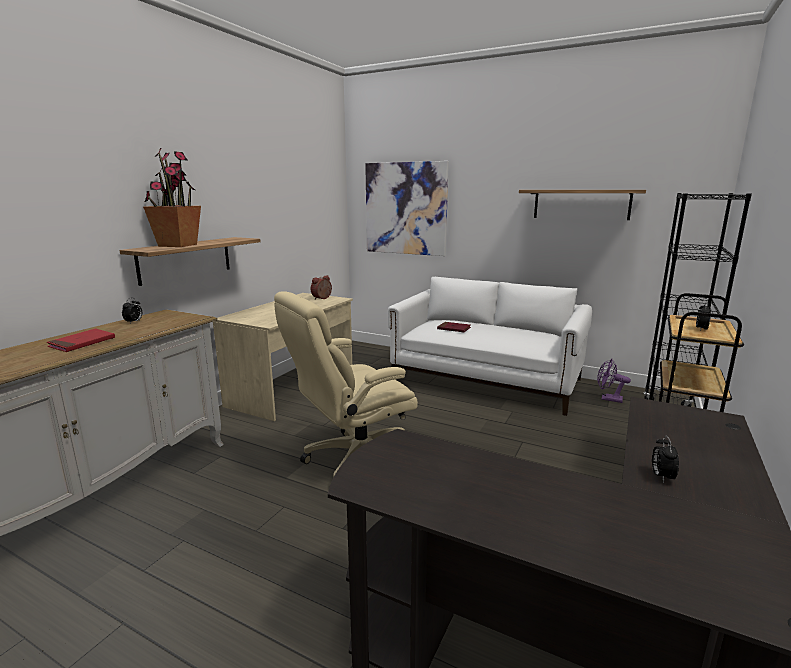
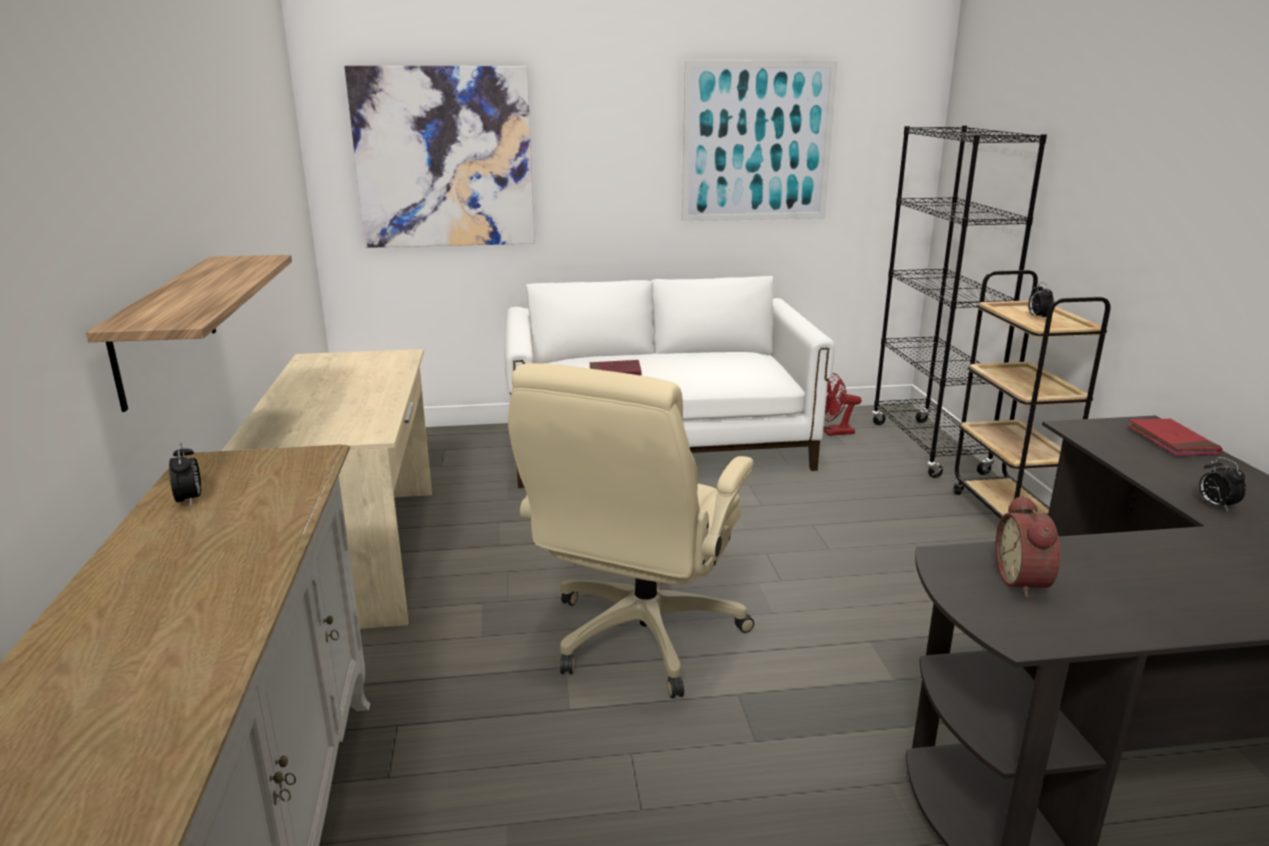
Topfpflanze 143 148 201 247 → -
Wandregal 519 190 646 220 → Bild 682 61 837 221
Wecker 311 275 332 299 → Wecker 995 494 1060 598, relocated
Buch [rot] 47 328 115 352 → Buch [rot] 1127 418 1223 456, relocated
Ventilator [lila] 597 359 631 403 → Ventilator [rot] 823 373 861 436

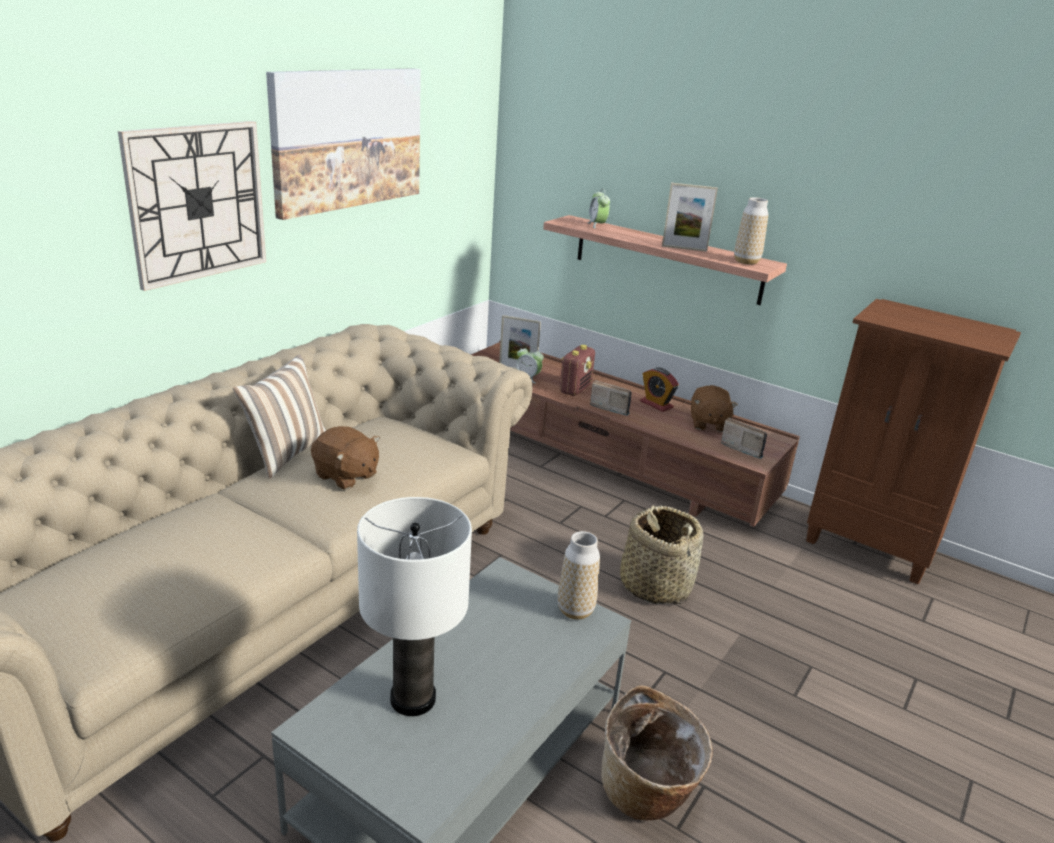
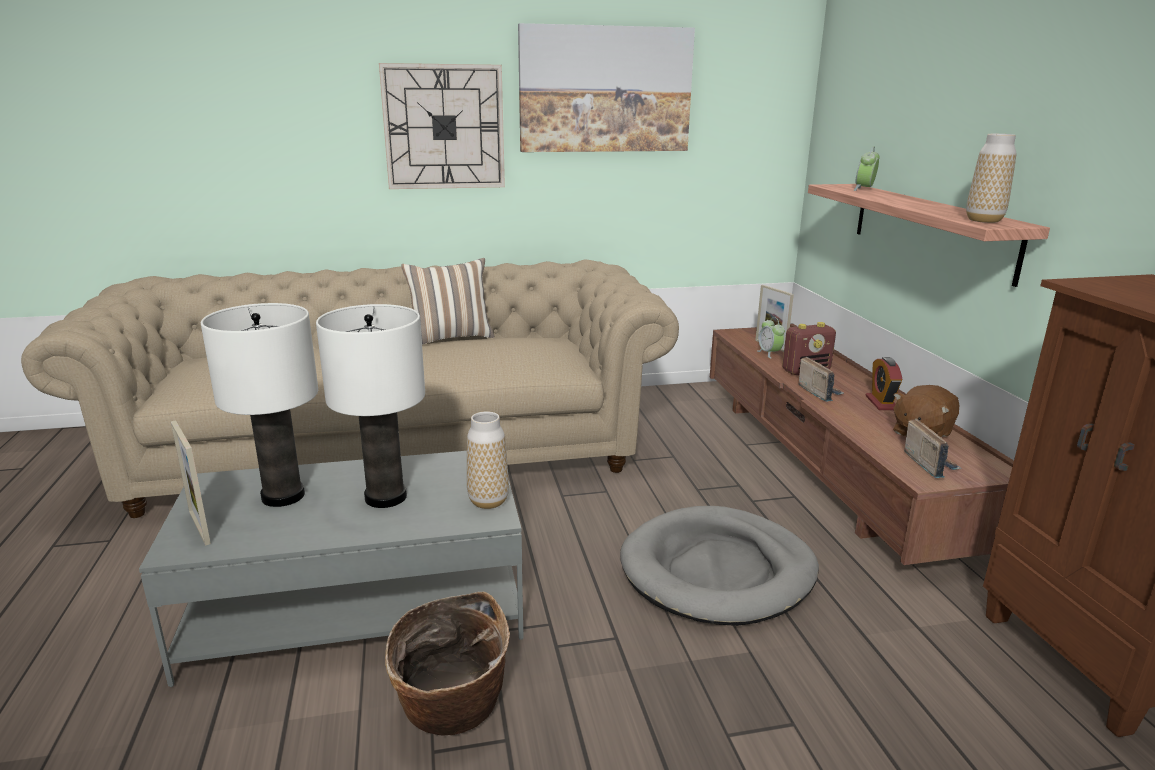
Bilderrahmen 662 183 718 252 → Bilderrahmen 170 420 211 546, relocated
Plüschtier [braun] 311 426 380 490 → -
Korb 620 505 703 604 → Hundebett [grau] 620 506 819 626
- → Tischlampe [weiß] 316 304 425 508

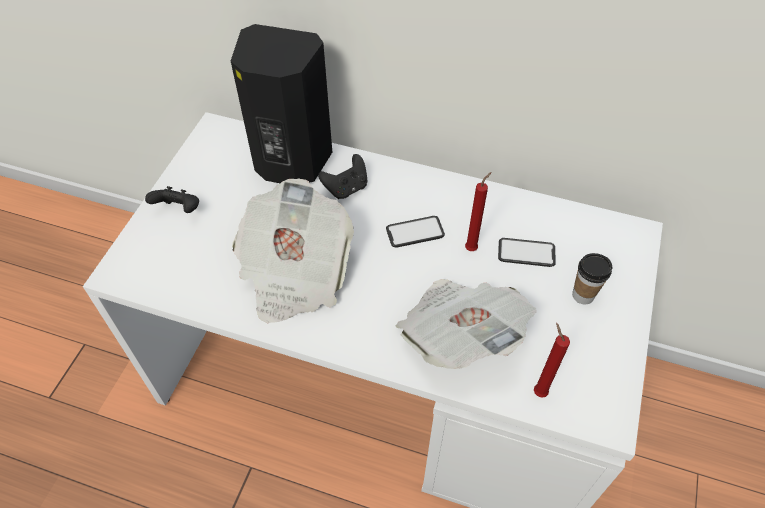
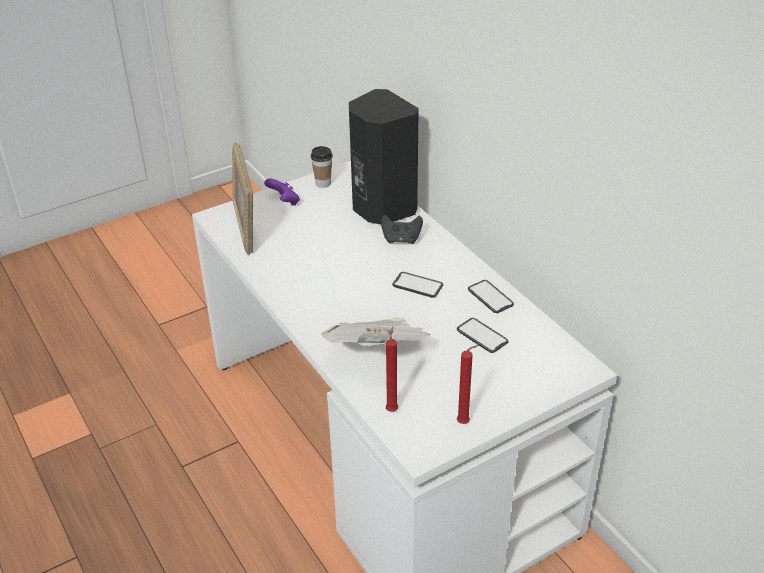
Kerze [rot] 465 172 492 251 → Kerze [rot] 457 345 479 424, relocated
Zeitung 232 178 354 323 → -
Gamepad [schwarz] 145 186 199 213 → Gamepad [lila] 264 179 300 206
Tasse 572 253 613 304 → Tasse 311 146 333 188, relocated
- → Bilderrahmen 232 143 253 255
- → Handy 468 280 514 313

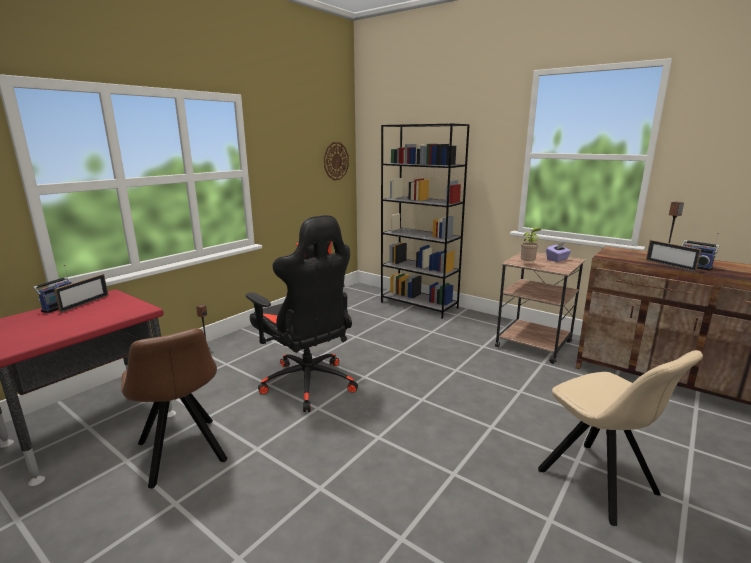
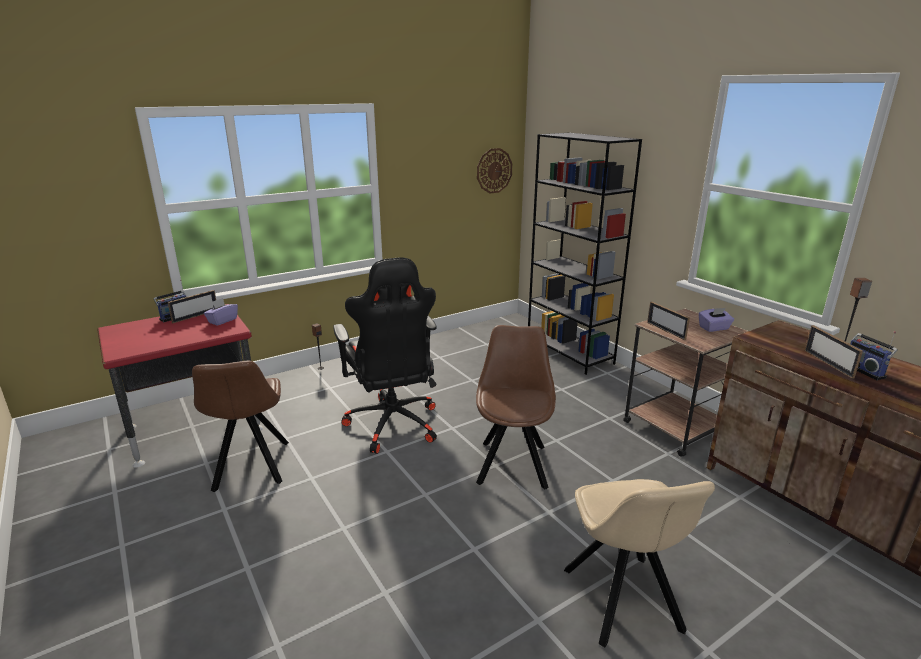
Topfpflanze 521 227 541 263 → Bilderrahmen 647 301 690 340
- → Taschentuchbox [lila] 204 298 238 326
- → Stuhl [braun] 476 325 556 490

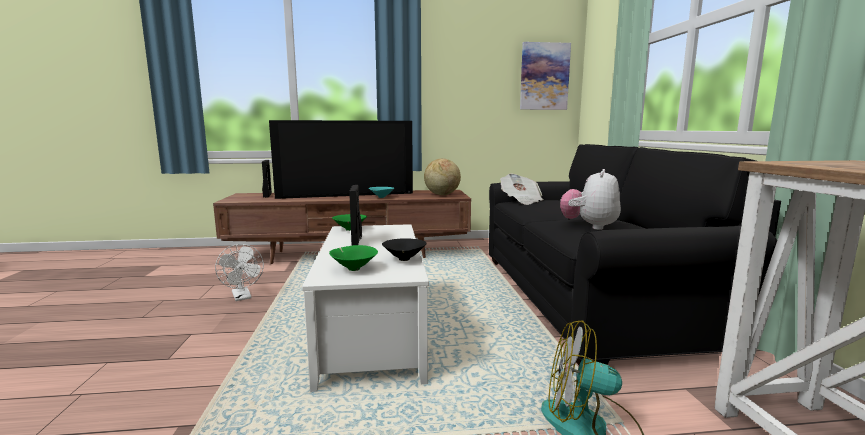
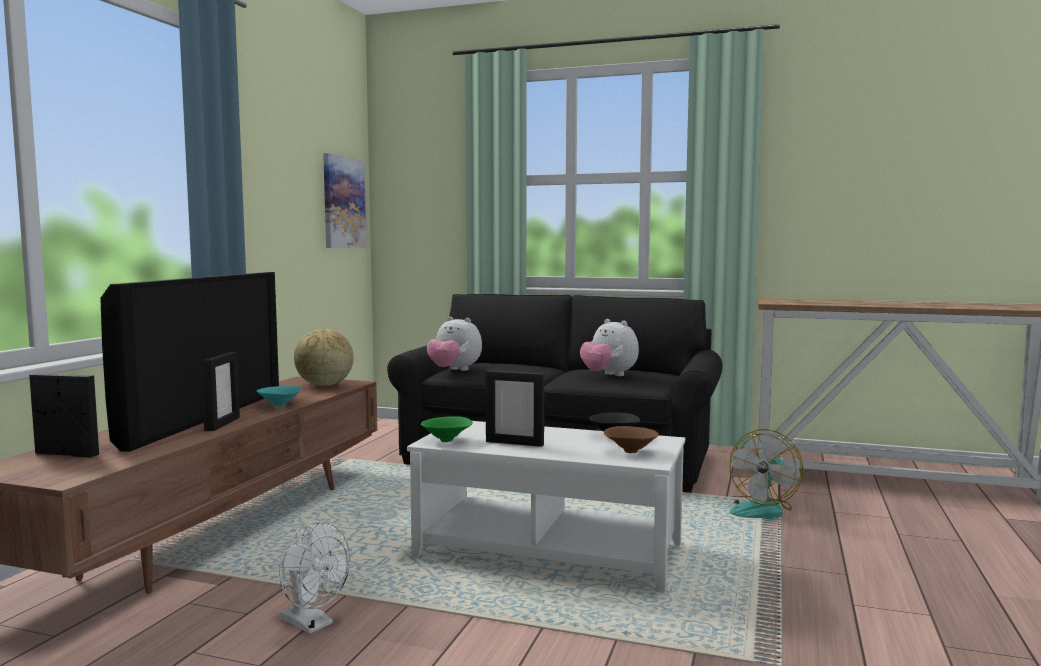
Zeitung 500 174 543 205 → Plüschtier 427 317 482 371
Ventilator [weiß] 215 244 264 301 → Ventilator [weiß] 279 521 350 634, 45 degrees clockwise
Schüssel [grün] 329 245 378 271 → Schüssel [braun] 604 426 659 453
- → Bilderrahmen 203 352 240 431

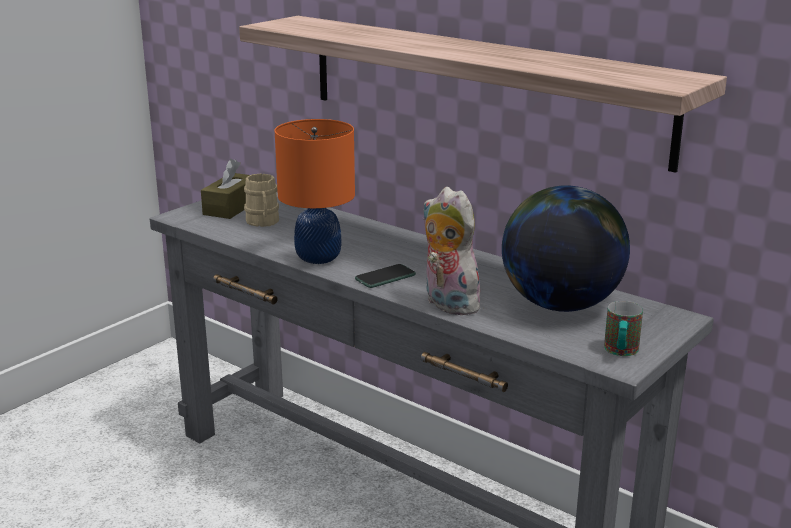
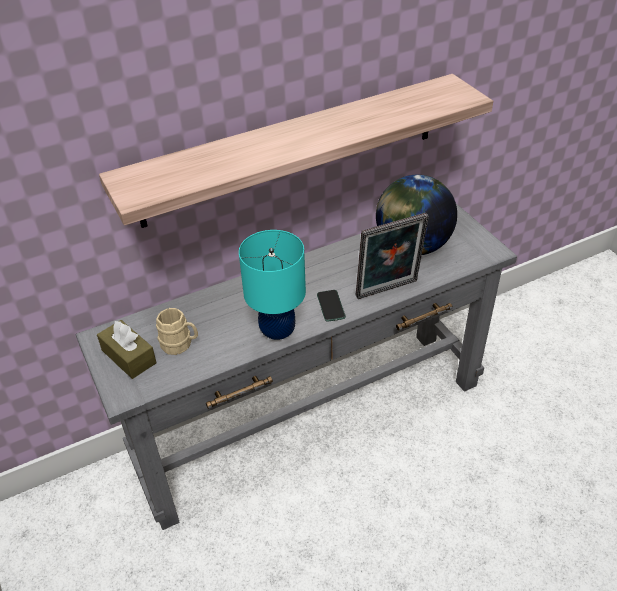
Tischlampe [orange] 275 119 355 264 → Tischlampe [türkis] 239 230 306 340
Plüschtier 423 187 482 315 → Bilderrahmen 356 213 429 299
Henkelbecher 604 301 643 356 → -

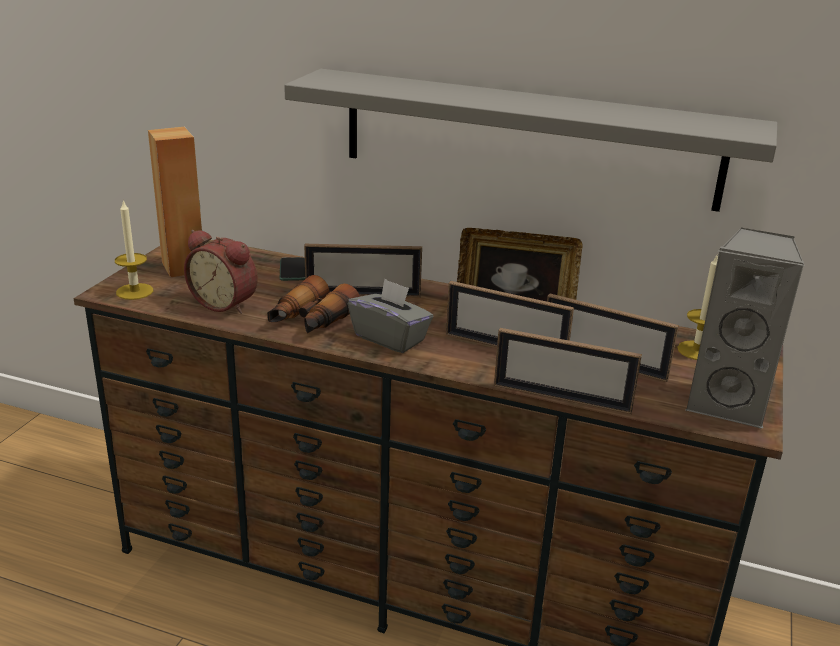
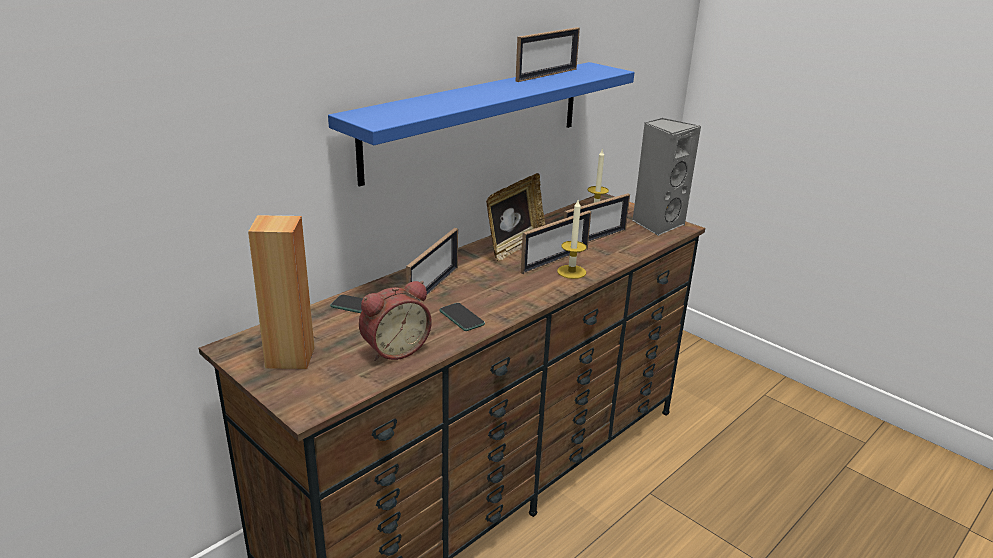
Wandregal [grau] 284 69 777 212 → Wandregal [blau] 328 62 634 187
Kerze 115 200 153 300 → Kerze 557 200 587 279, relocated
Fernglas 267 275 360 334 → Handy 439 303 485 331
Taschentuchbox [grau] 348 279 433 353 → -
Bilderrahmen 494 328 642 414 → Bilderrahmen 515 27 580 82, relocated

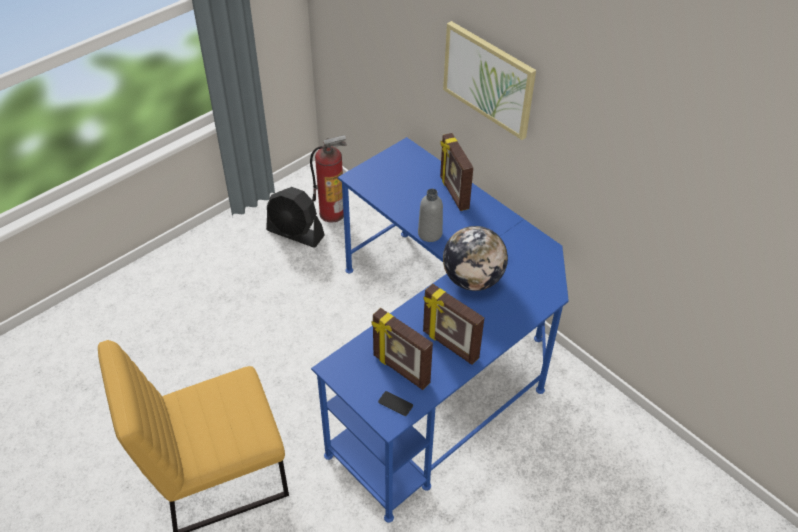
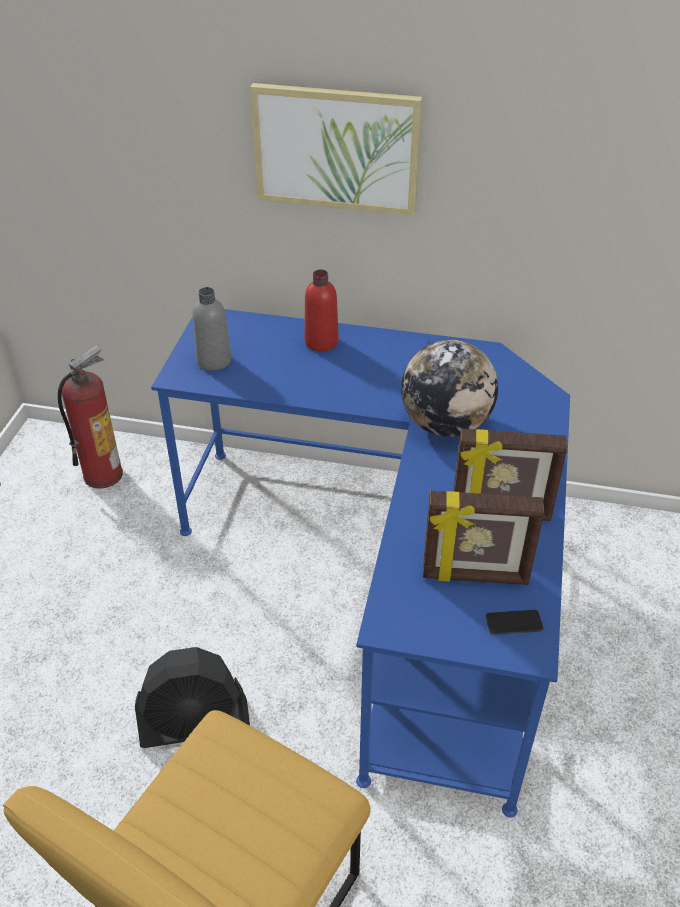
Bilderrahmen 440 133 473 211 → Flasche [rot] 304 269 339 351
Ventilator [schwarz] 266 187 325 248 → Ventilator [schwarz] 135 647 250 748, relocated
Flasche [grau] 418 189 443 242 → Flasche [grau] 192 287 232 370, relocated

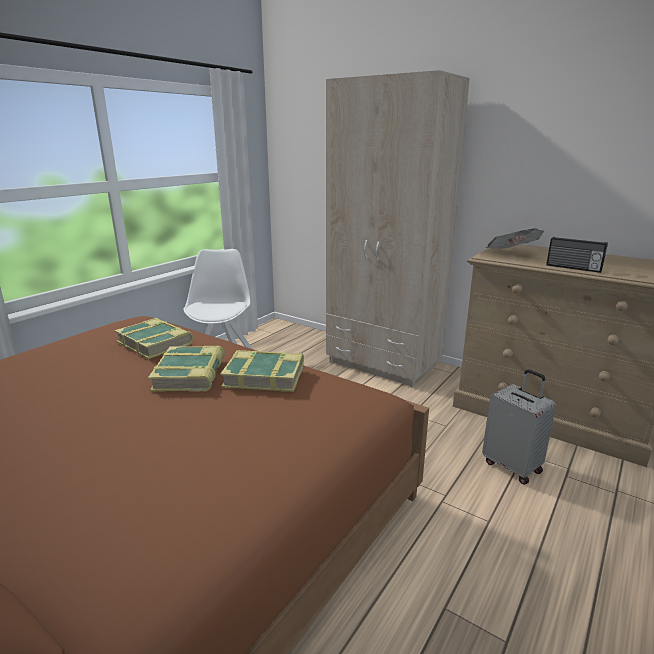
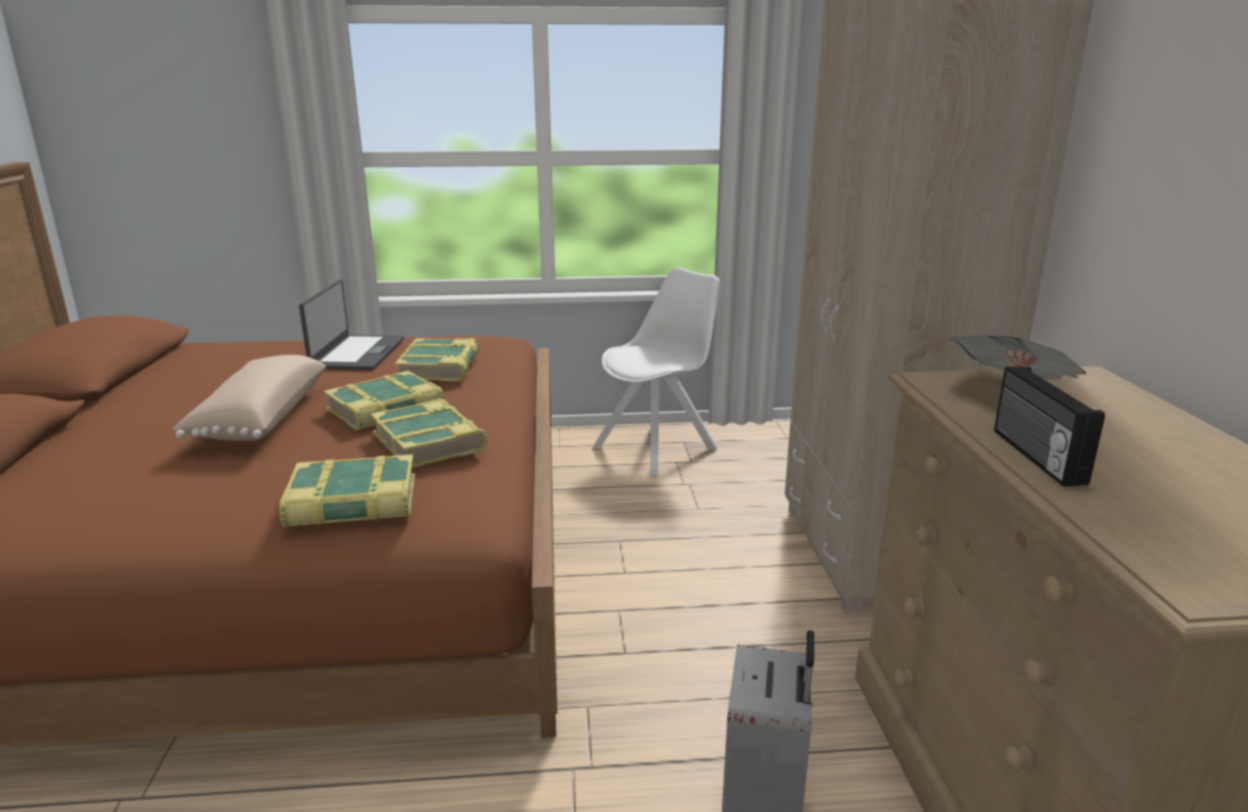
- → Laptop 299 280 404 370
- → Kissen [beige] 172 355 326 441
- → Buch 279 454 415 527

